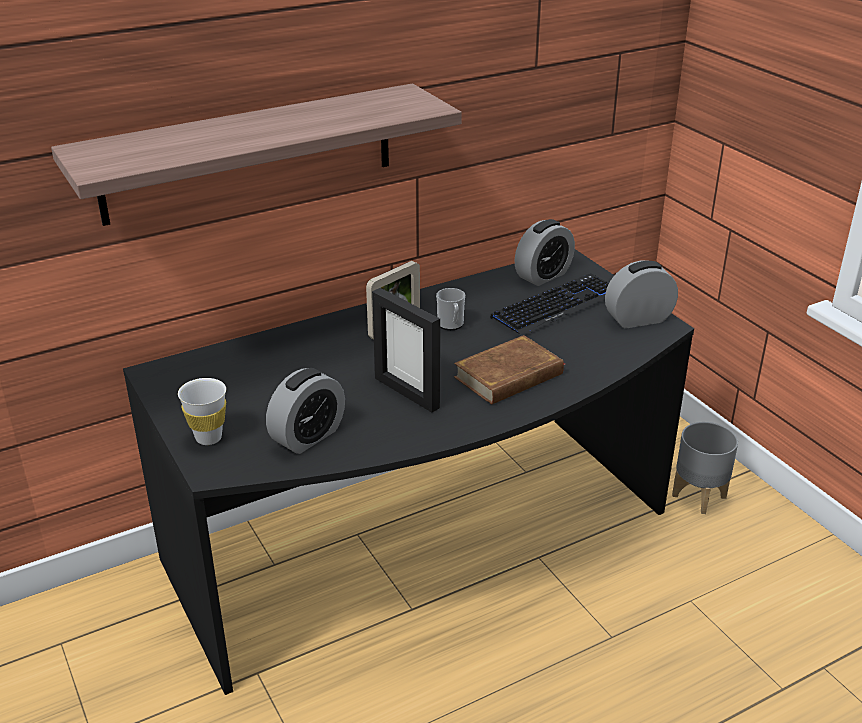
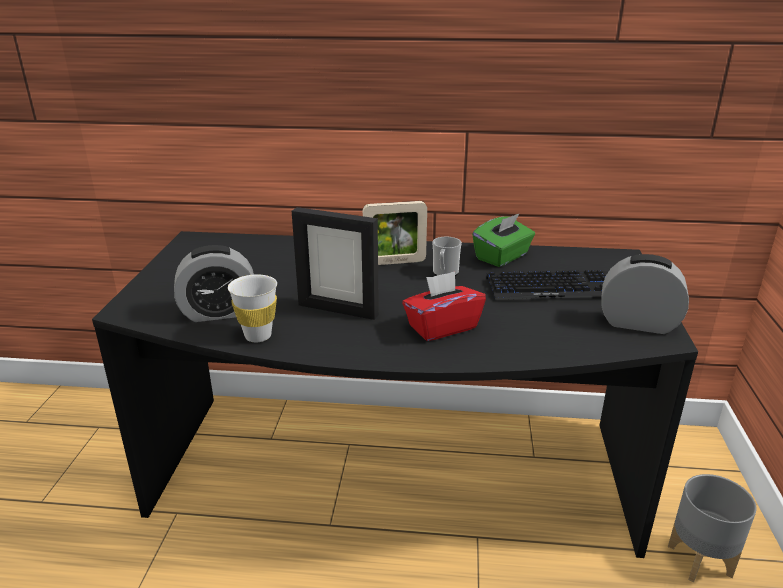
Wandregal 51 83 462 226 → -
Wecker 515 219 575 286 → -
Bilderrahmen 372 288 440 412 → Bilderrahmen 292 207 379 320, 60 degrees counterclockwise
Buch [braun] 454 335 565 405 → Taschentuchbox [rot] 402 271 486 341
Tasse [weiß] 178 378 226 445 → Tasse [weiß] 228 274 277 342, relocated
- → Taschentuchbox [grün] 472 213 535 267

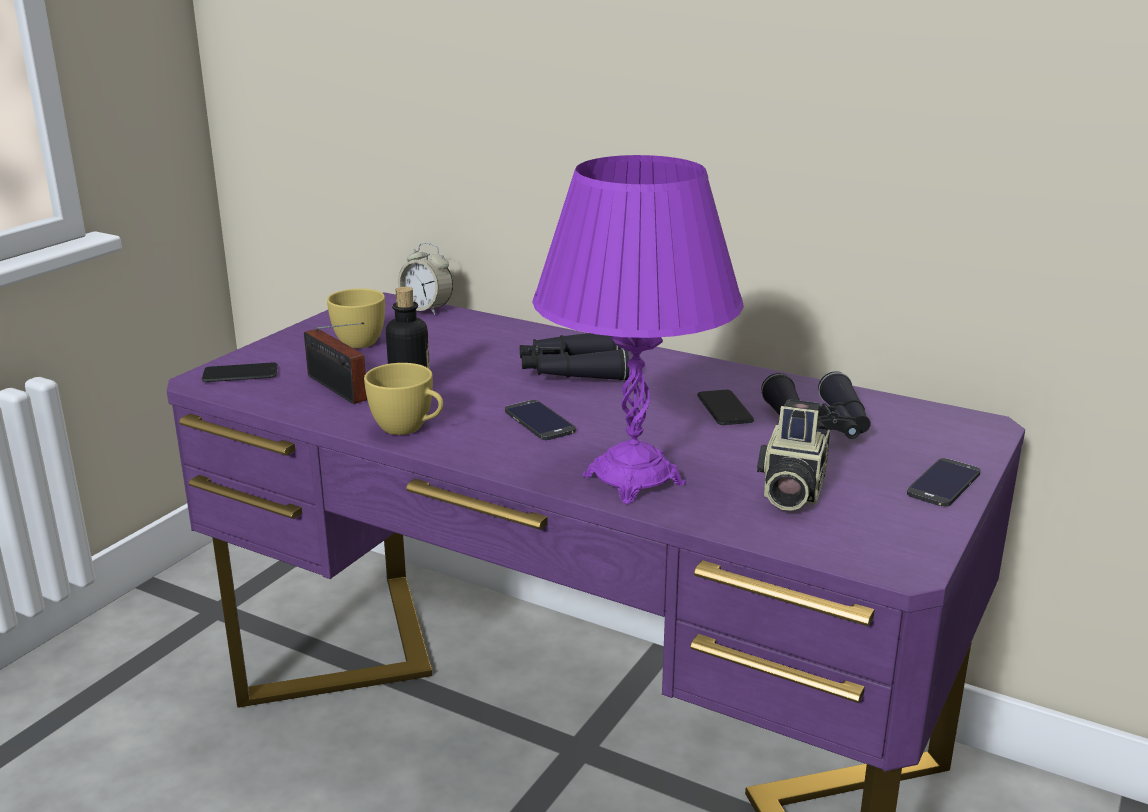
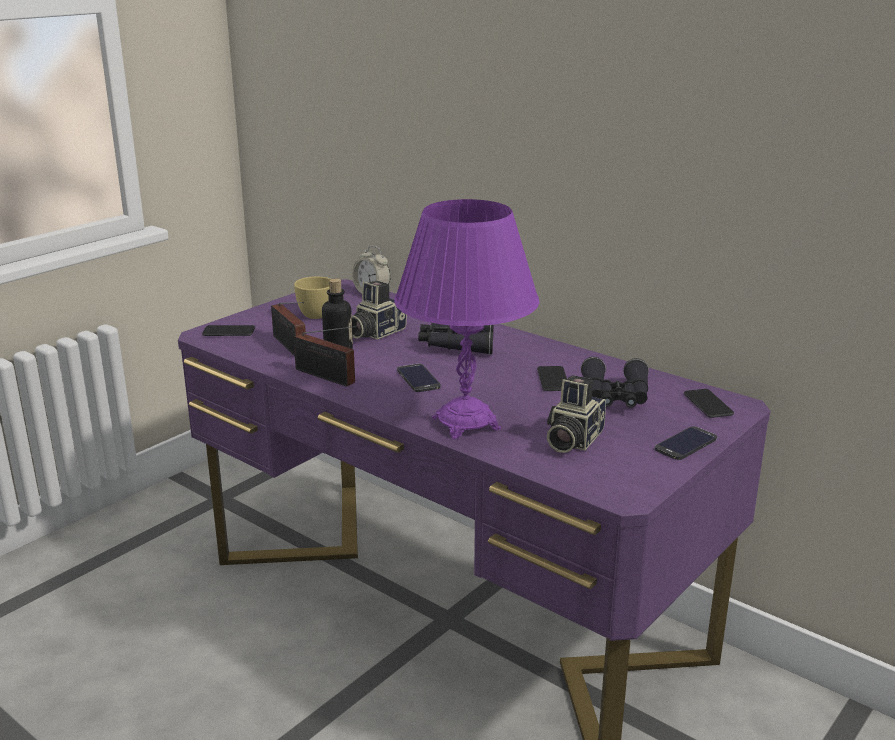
Tasse [gelb] 364 363 443 435 → Radio 294 326 358 387
- → Kamera 352 281 407 340
- → Handy 684 389 734 418

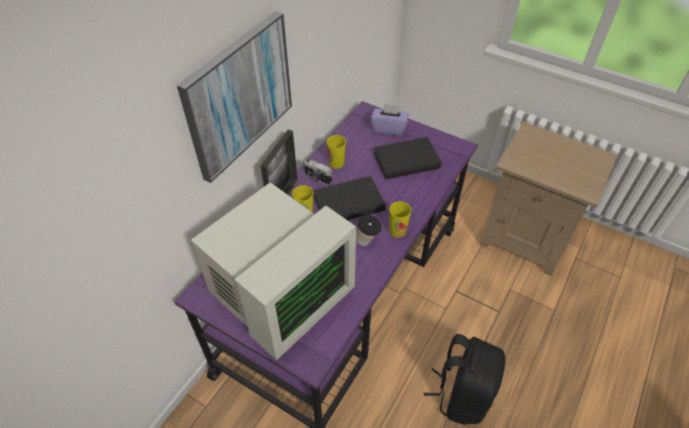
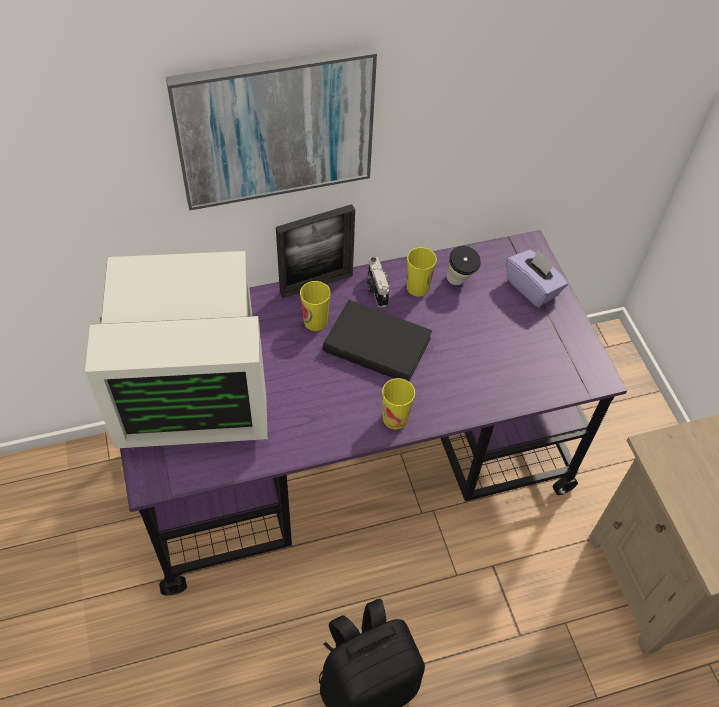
Buch [schwarz] 374 137 442 179 → -
Tasse 356 215 382 246 → Tasse 446 246 481 285, relocated

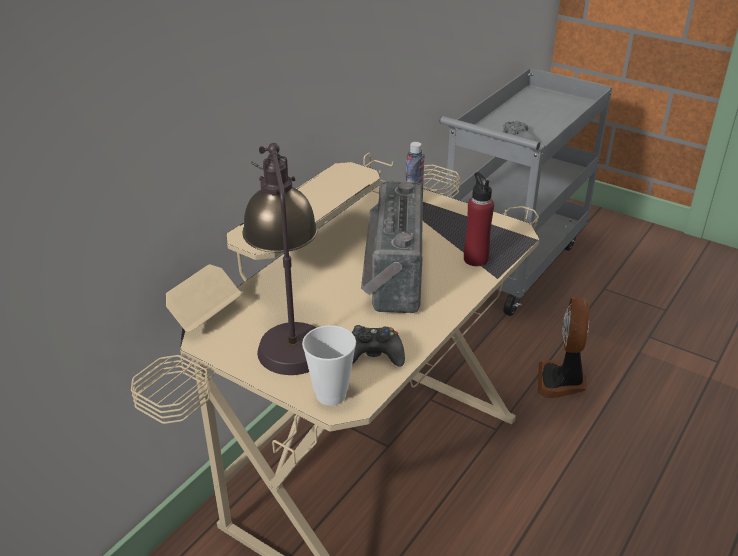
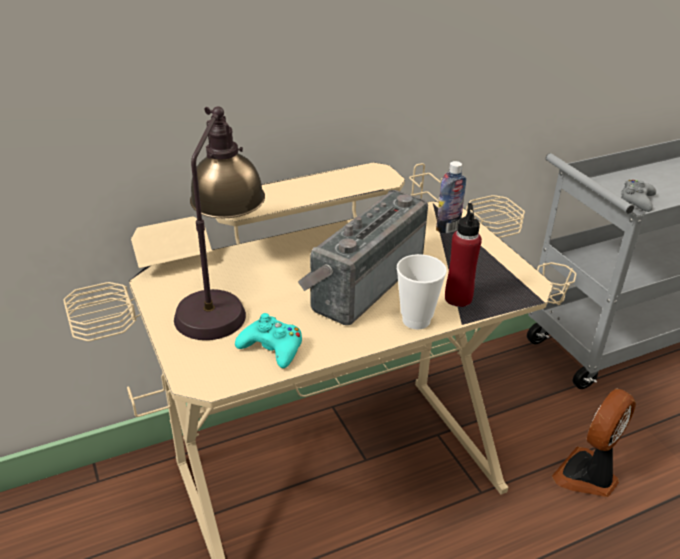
Tasse 302 325 356 406 → Tasse 397 254 447 330, relocated
Gamepad [schwarz] 352 325 405 367 → Gamepad [türkis] 235 313 302 368

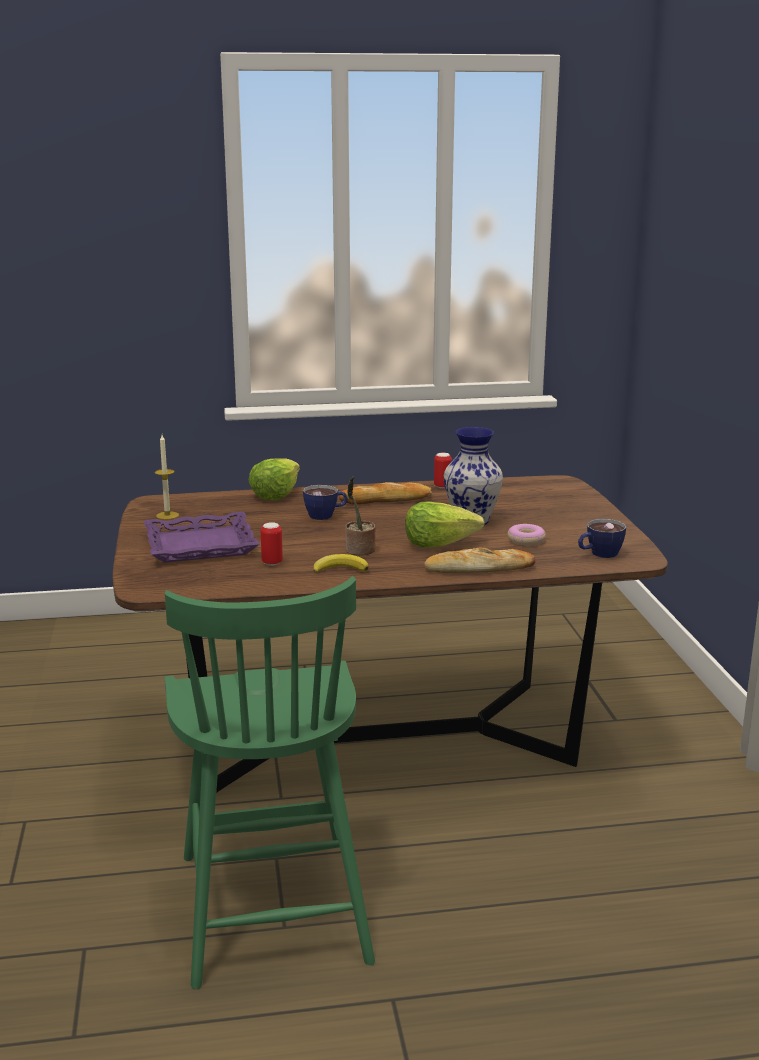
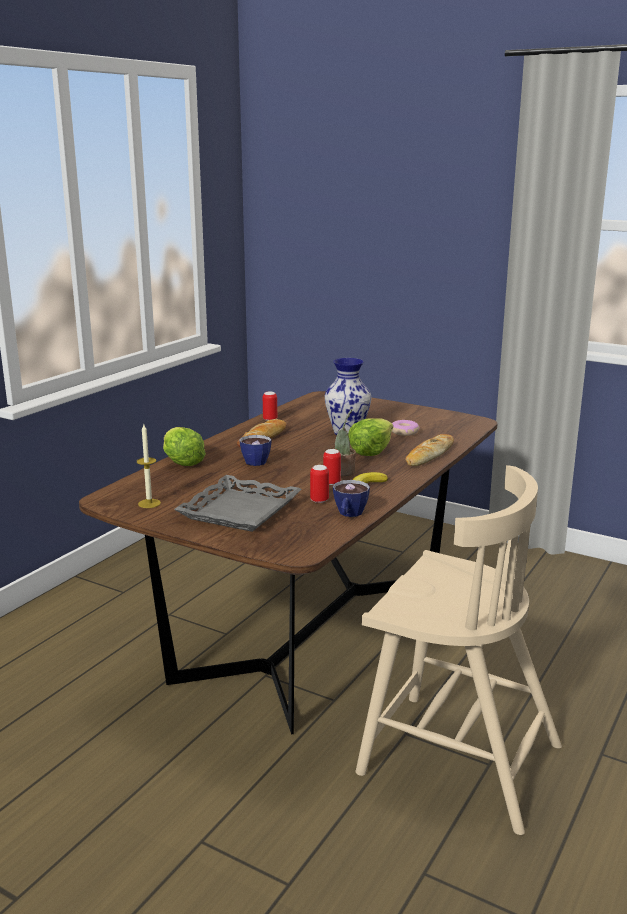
Tablett [lila] 144 512 260 563 → Tablett [grau] 174 475 302 532
Tasse 578 519 626 558 → Tasse 333 480 370 517, relocated
Stuhl [grün] 165 576 375 989 → Stuhl [beige] 356 465 562 835
- → Dose 323 449 341 485

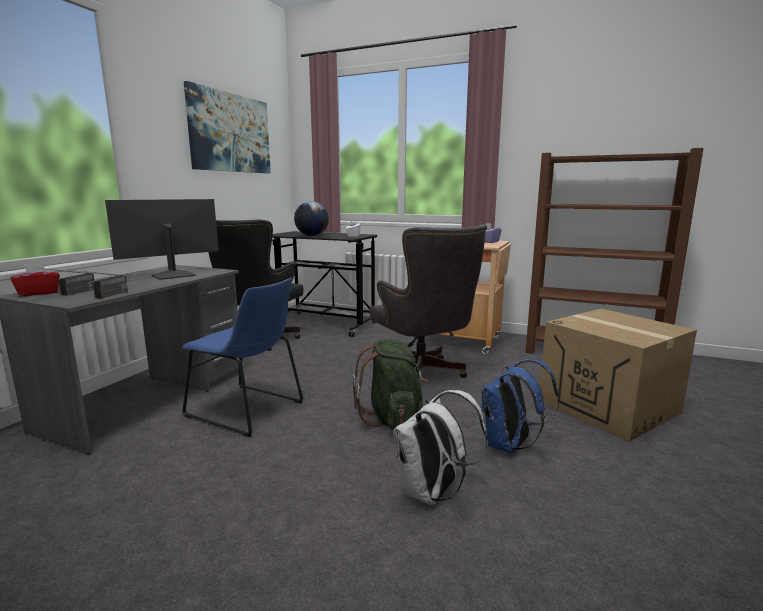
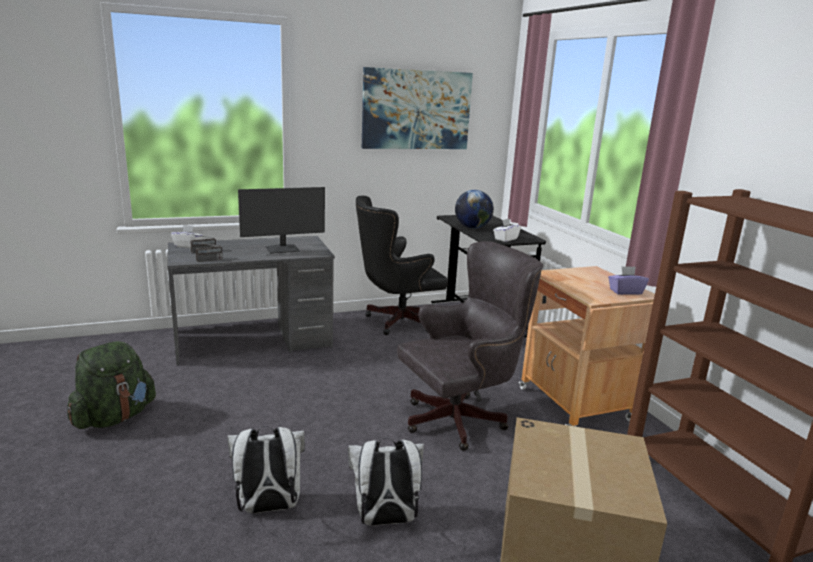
Monitor 105 199 219 280 → Monitor 238 187 325 254, 150 degrees clockwise
Bürostuhl [grau] 370 224 487 378 → Bürostuhl [grau] 397 241 543 451, 135 degrees counterclockwise
Taschentuchbox [rot] 10 263 60 296 → Taschentuchbox [weiß] 171 225 203 248
Stuhl [blau] 182 278 304 437 → -
Rucksack [grün] 353 339 428 430 → Rucksack [grün] 67 341 156 429, relocated
Rucksack [blau] 482 359 559 454 → Rucksack [weiß] 348 438 424 526

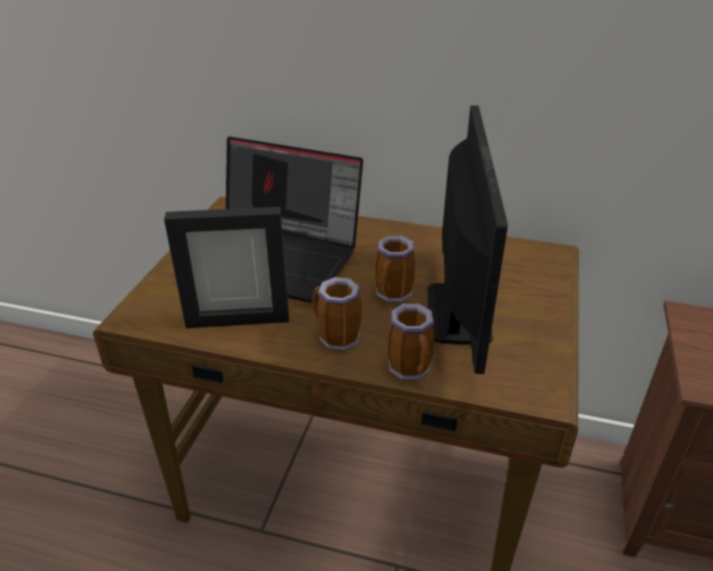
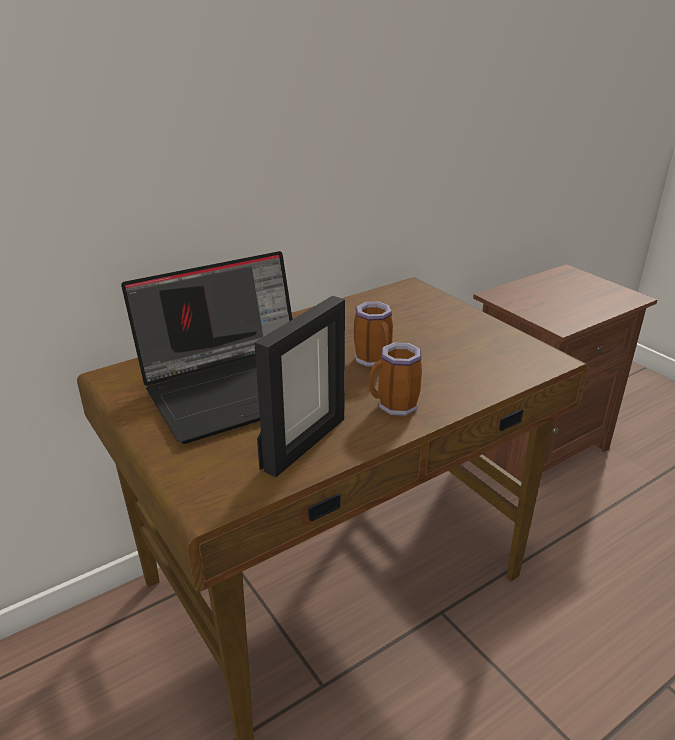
Monitor 428 105 508 374 → -
Henkelbecher 388 304 435 380 → -

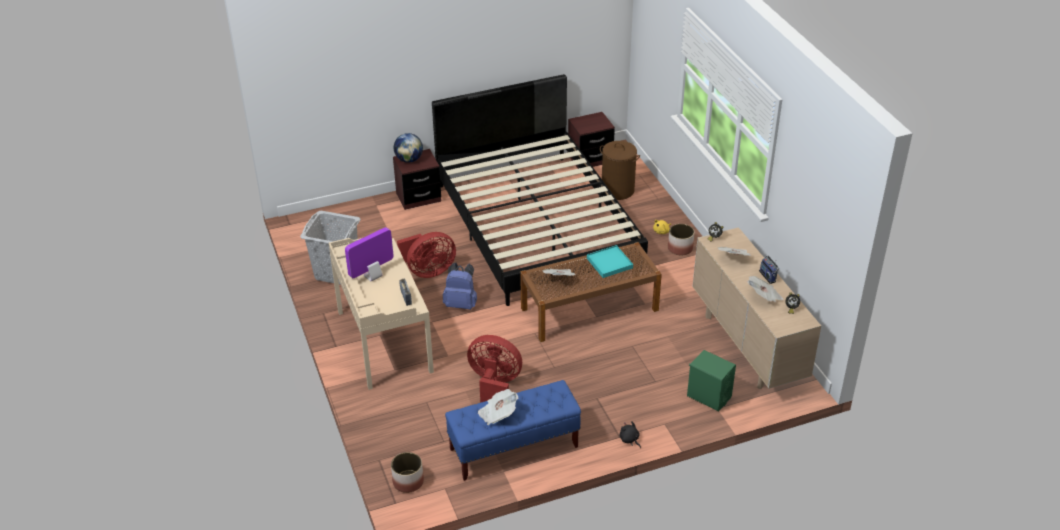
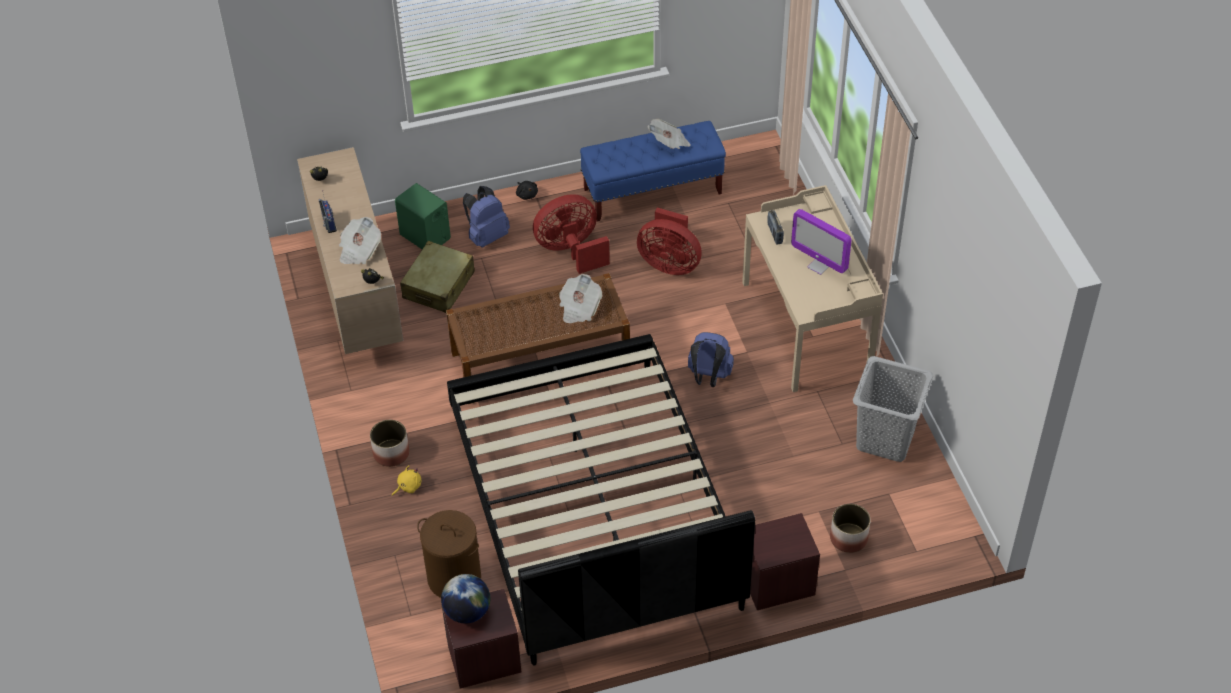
Globus 394 133 423 163 → Globus 441 574 490 623, relocated
Monitor 345 227 394 281 → Monitor 791 209 851 275, 75 degrees clockwise
Ventilator [rot] 397 232 456 278 → Ventilator [rot] 533 194 610 274, relocated
Tablett [türkis] 587 245 633 278 → -
Zeitung 747 276 784 302 → -
Pflanzkübel 391 452 424 493 → Pflanzkübel 830 504 871 553, relocated
- → Rucksack [blau] 463 186 510 248
- → Koffer [beige] 400 241 475 313

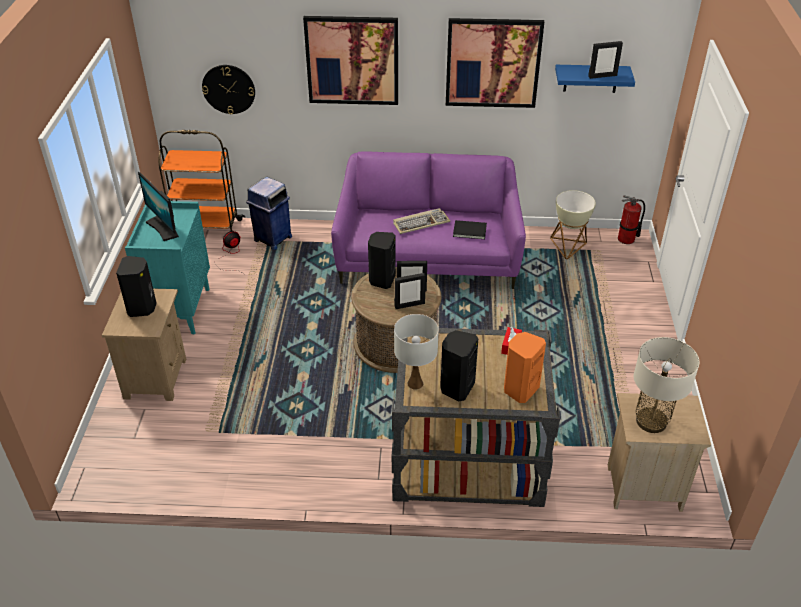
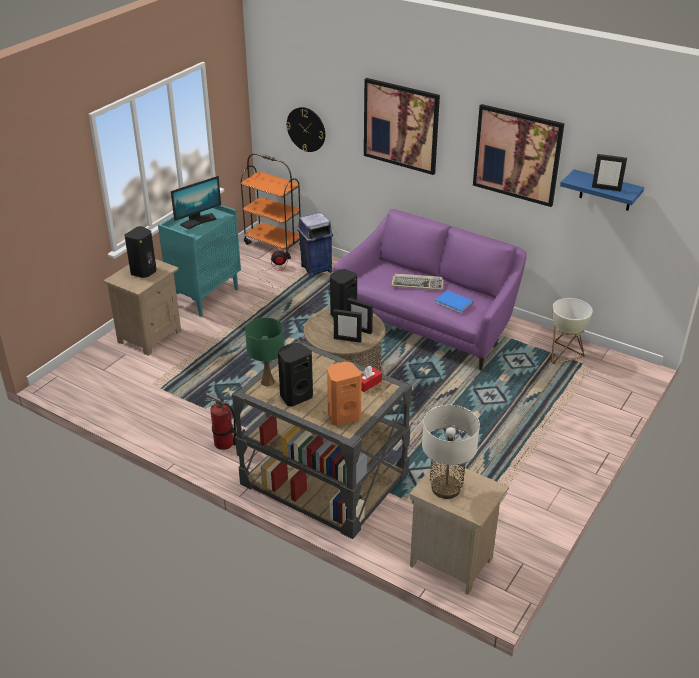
Monitor 138 172 179 241 → Monitor 171 176 221 230, 120 degrees counterclockwise
Feuerlöscher 618 196 645 244 → Feuerlöscher 206 392 237 450, relocated
Buch [schwarz] 453 220 487 239 → Buch [blau] 435 290 473 313
Tischlampe [weiß] 394 314 439 390 → Tischlampe [grün] 245 318 284 386

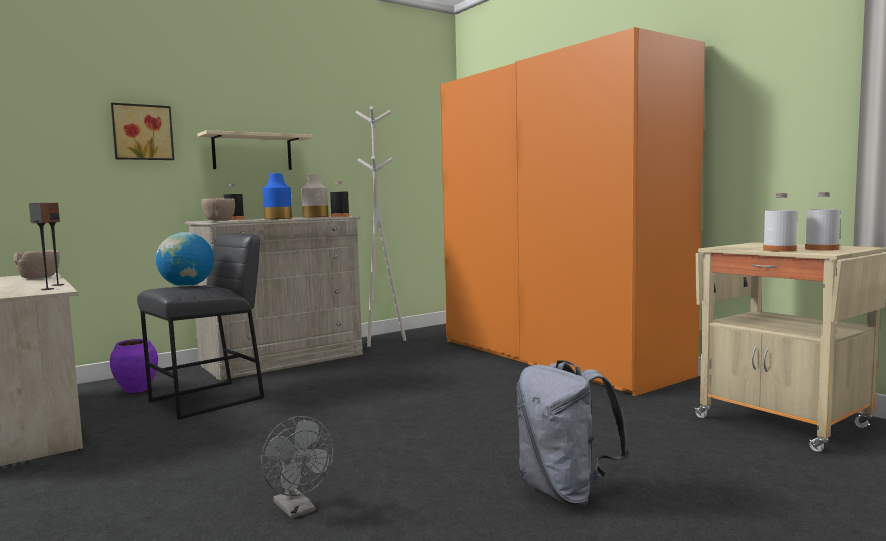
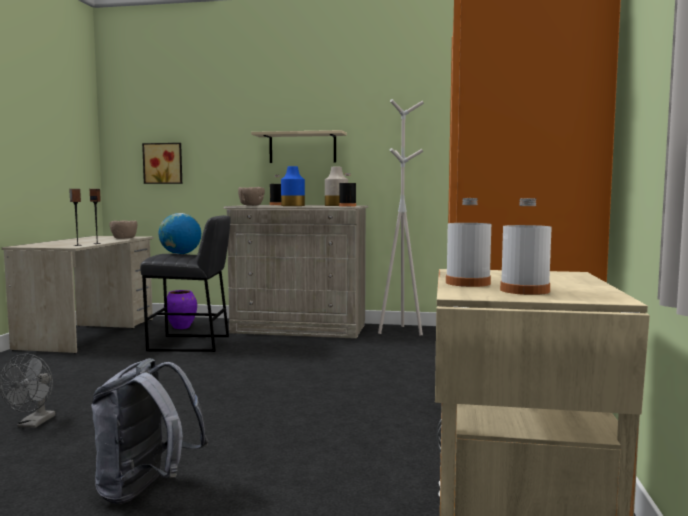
Bild 111 103 174 160 → Bild 142 143 182 184, relocated

